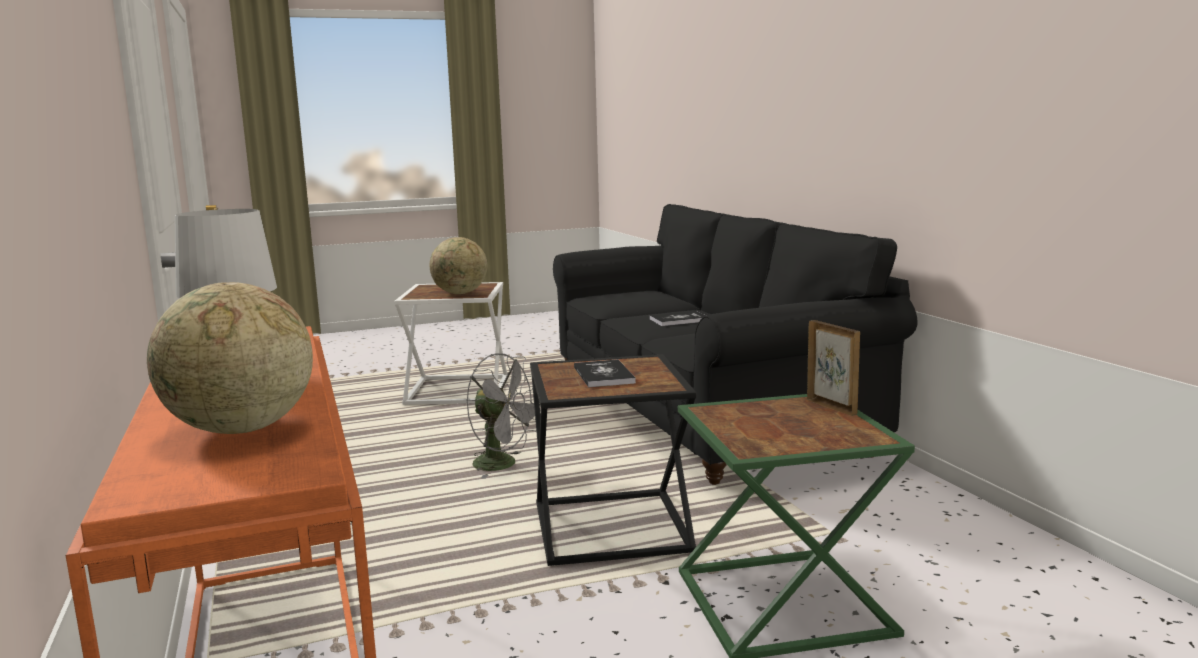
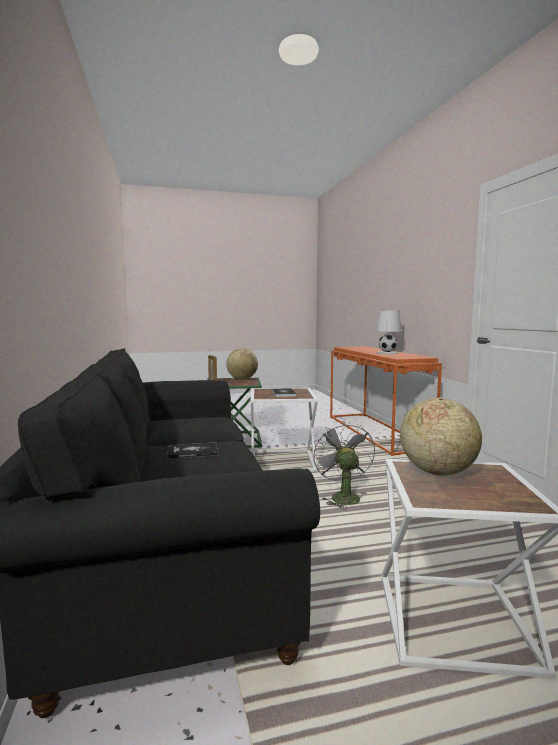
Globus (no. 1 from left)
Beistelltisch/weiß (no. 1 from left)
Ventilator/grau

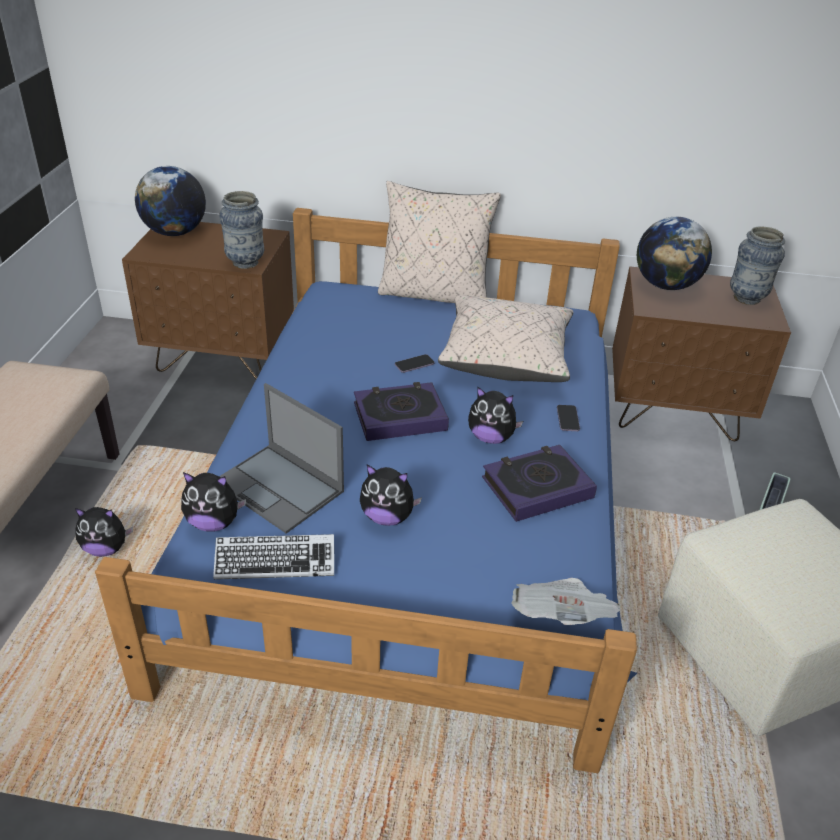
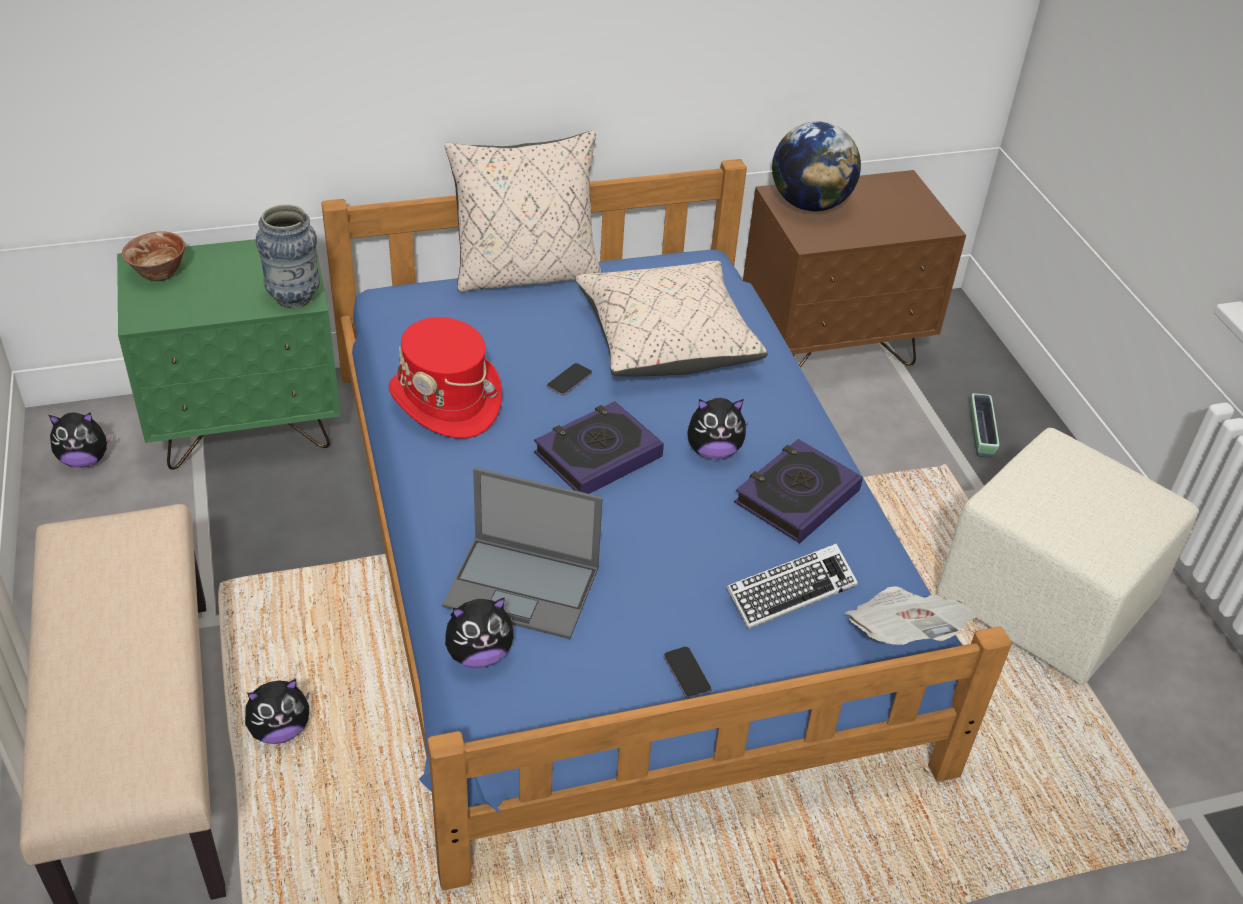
Plüschtier (no. 1 from left)
Nachttisch/grün
Schüssel
Hut/rot
Handy (no. 2 from left)
Tastatur
Vase (no. 2 from left in the first image)

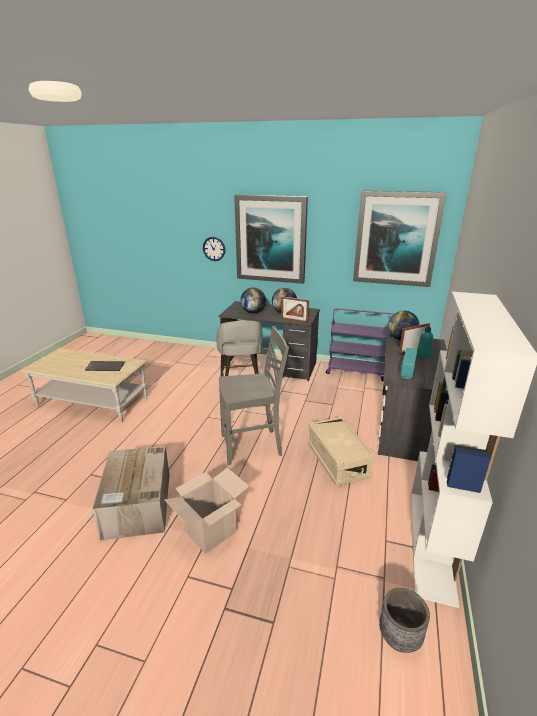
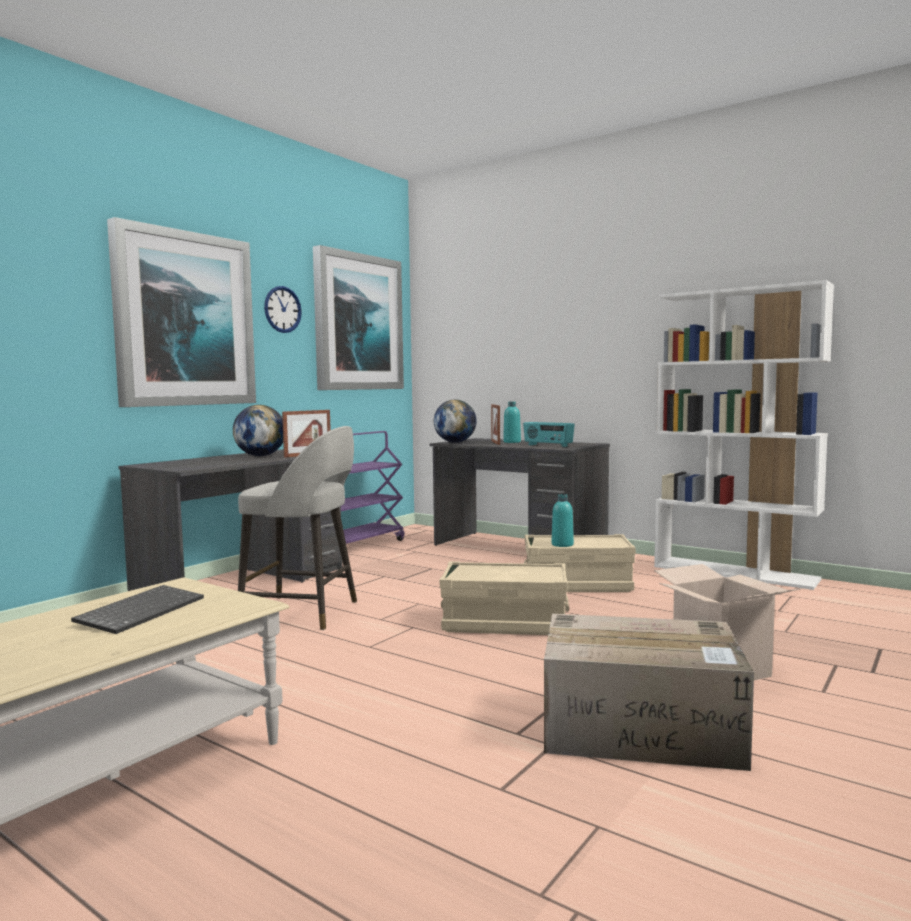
Wanduhr
Aufbewahrungsbox/beige (no. 1 from left)
Flasche/türkis (no. 2 from left)
Globus (no. 1 from left in the first image)
Pflanzkübel/grau

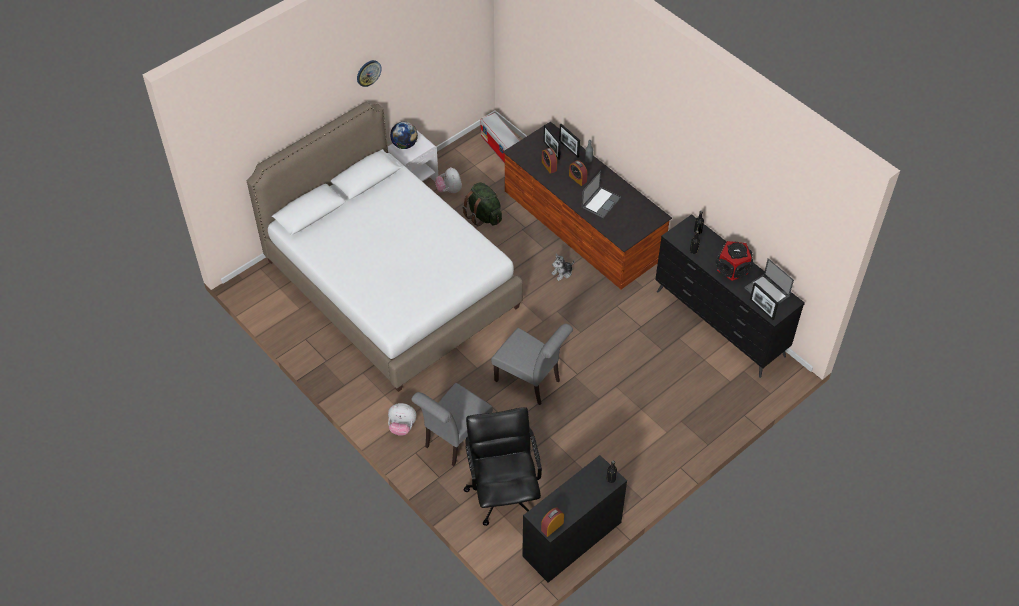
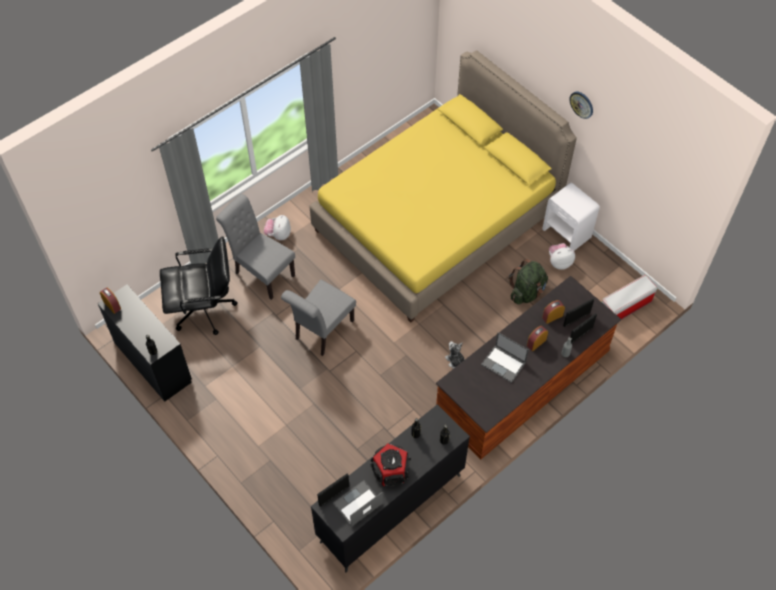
Bett/gelb
Globus

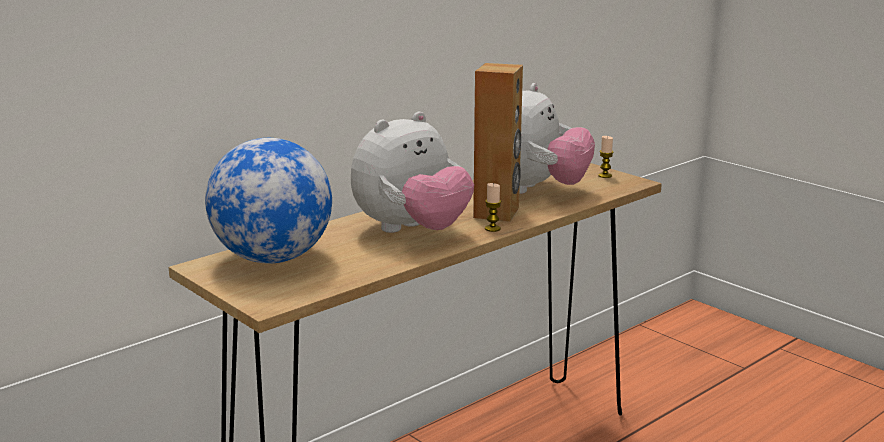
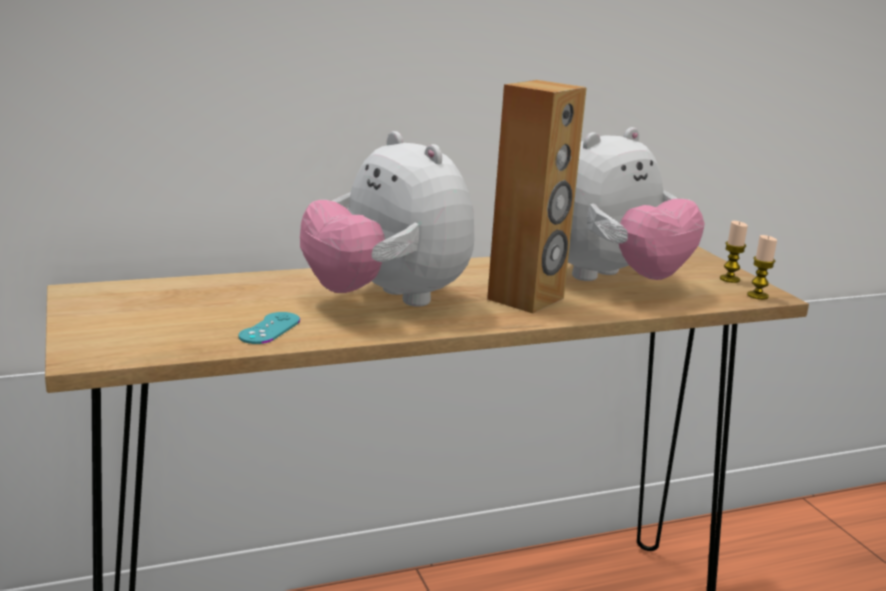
Gamepad/türkis
Plüschtier (no. 1 from left)
Kerze (no. 2 from left)
Globus

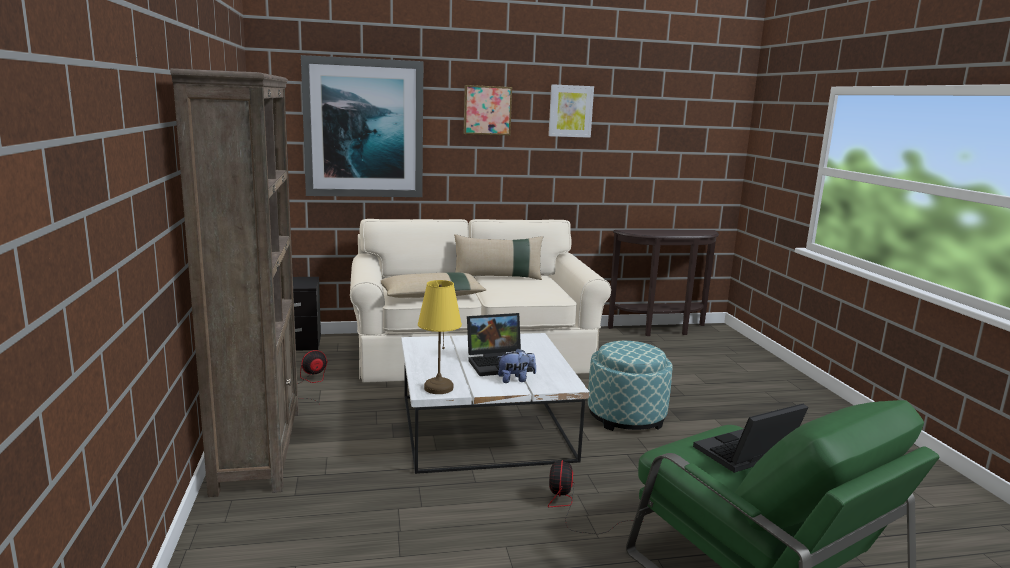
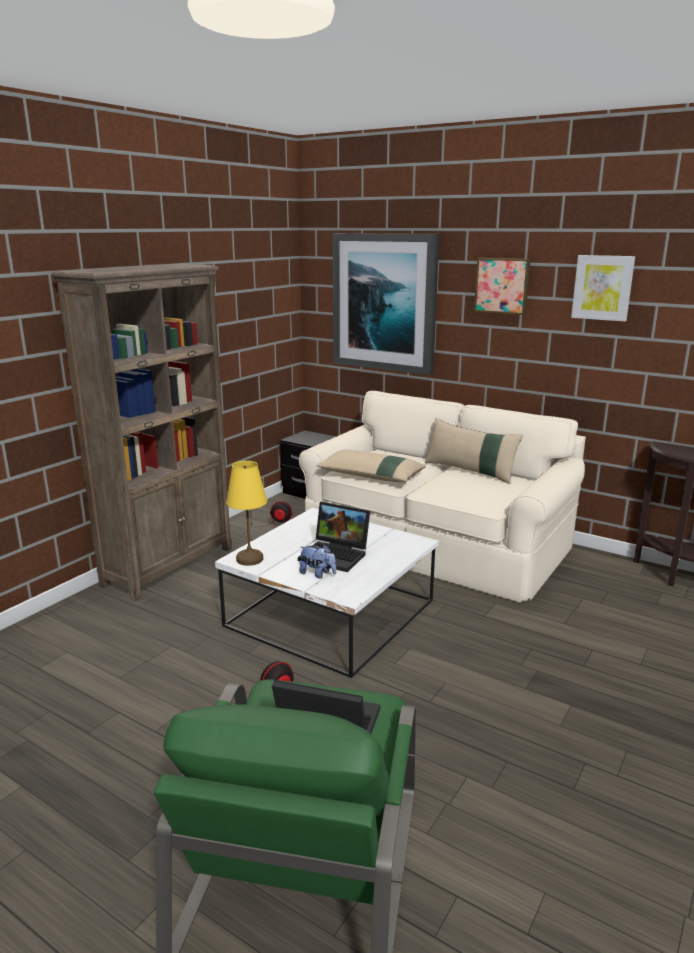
Polsterhocker

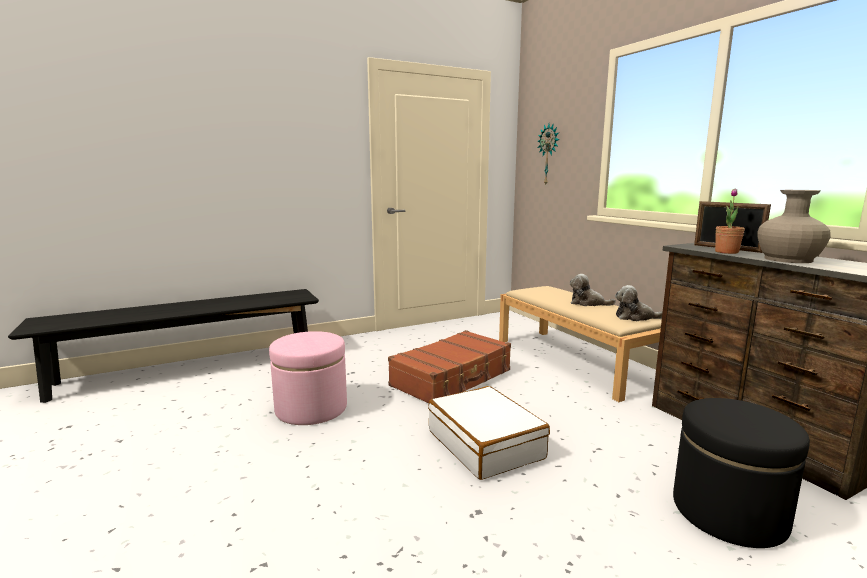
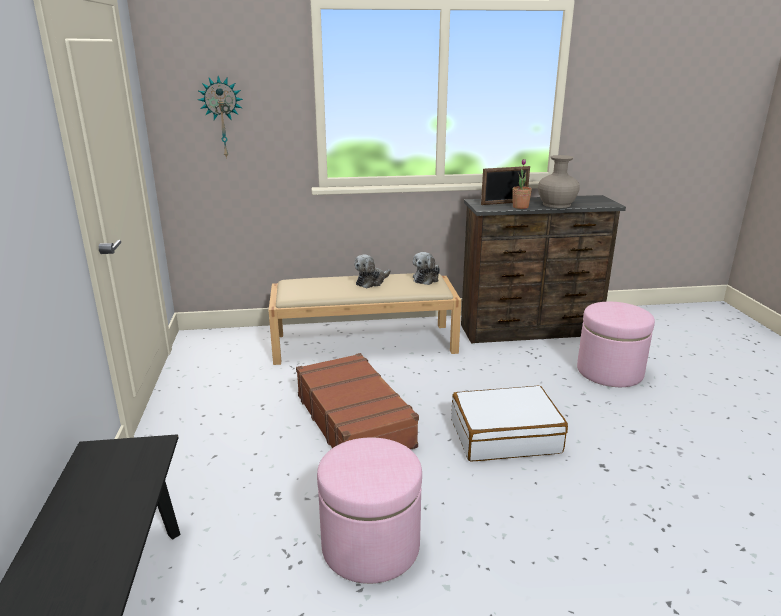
Polsterhocker/rosa (no. 2 from left)

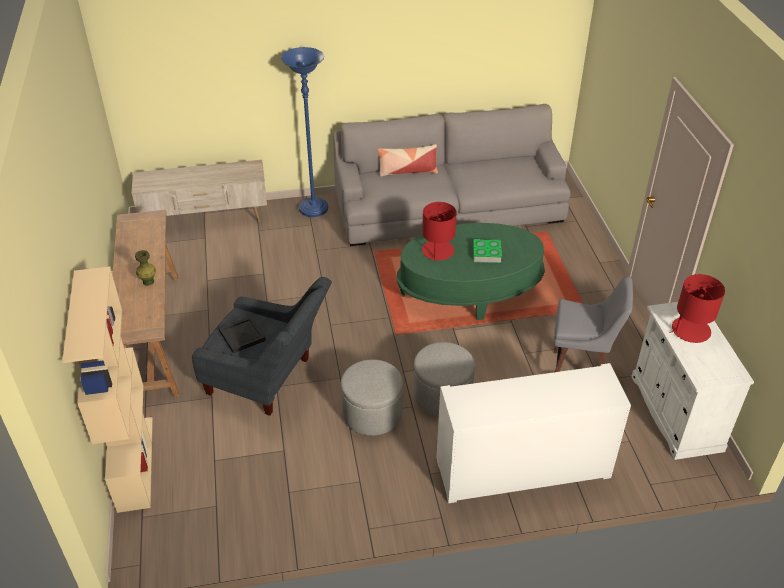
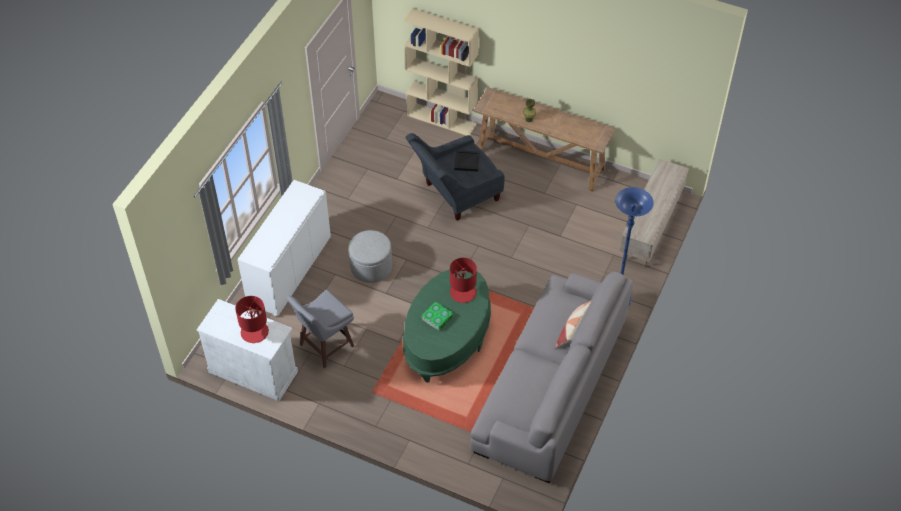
Polsterhocker/grau (no. 1 from left in the first image)

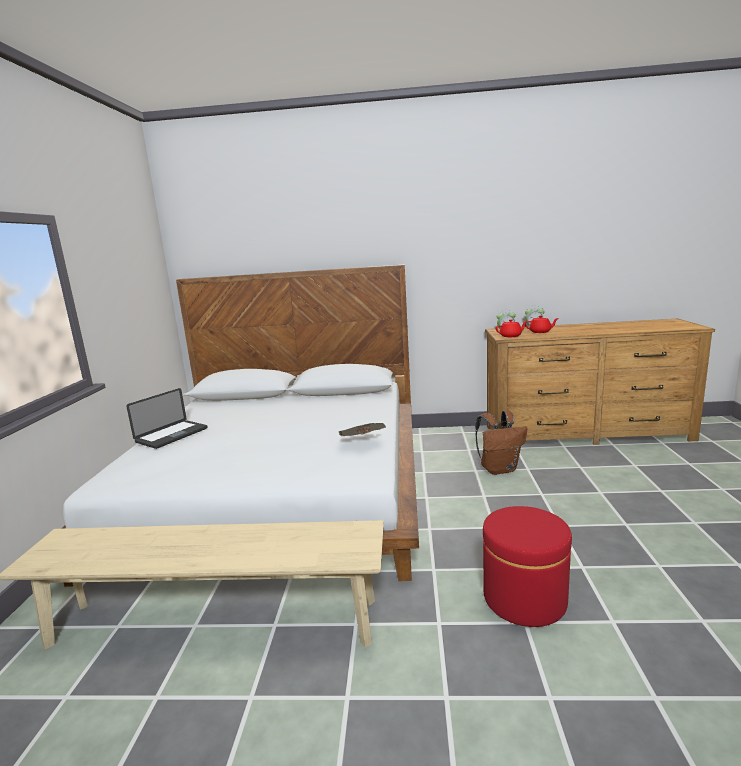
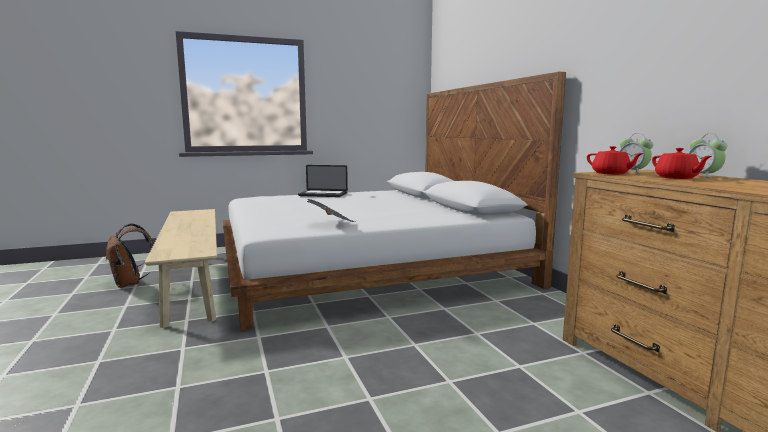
Rucksack/braun
Polsterhocker/rot

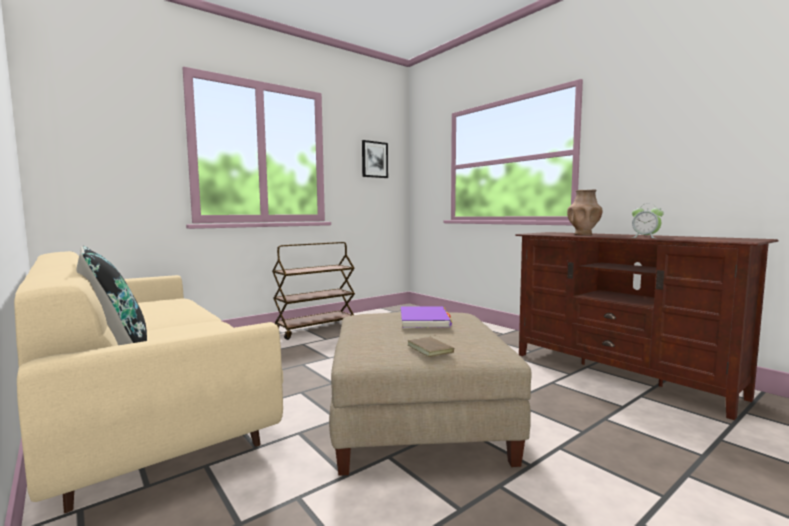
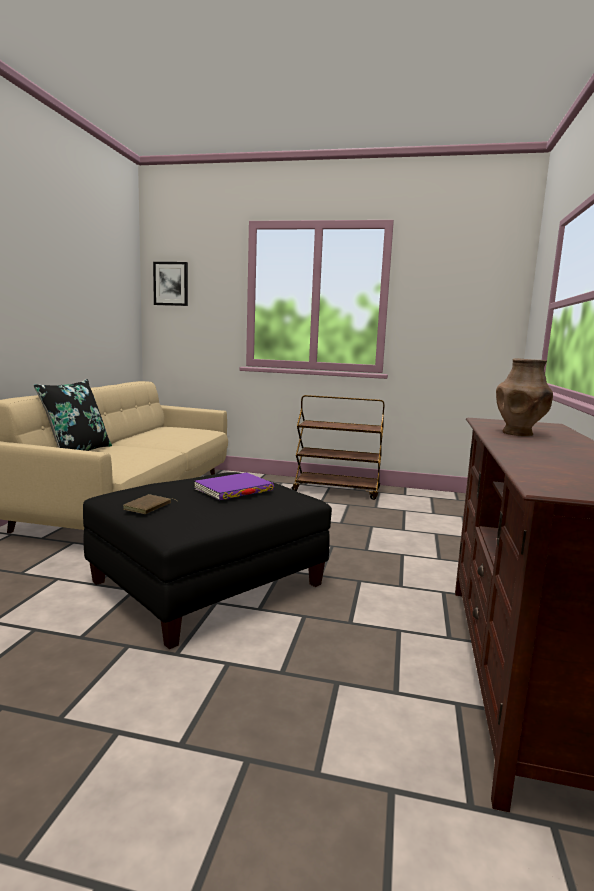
Polsterhocker/schwarz
Bild
Wecker

